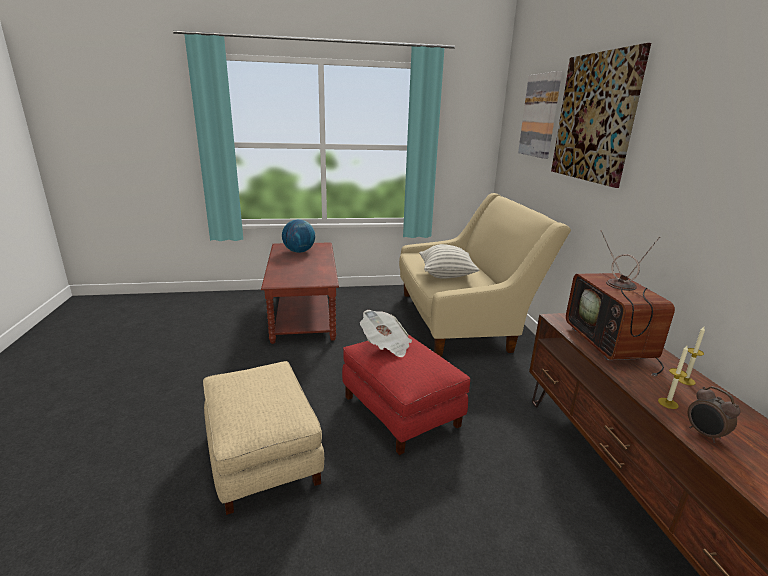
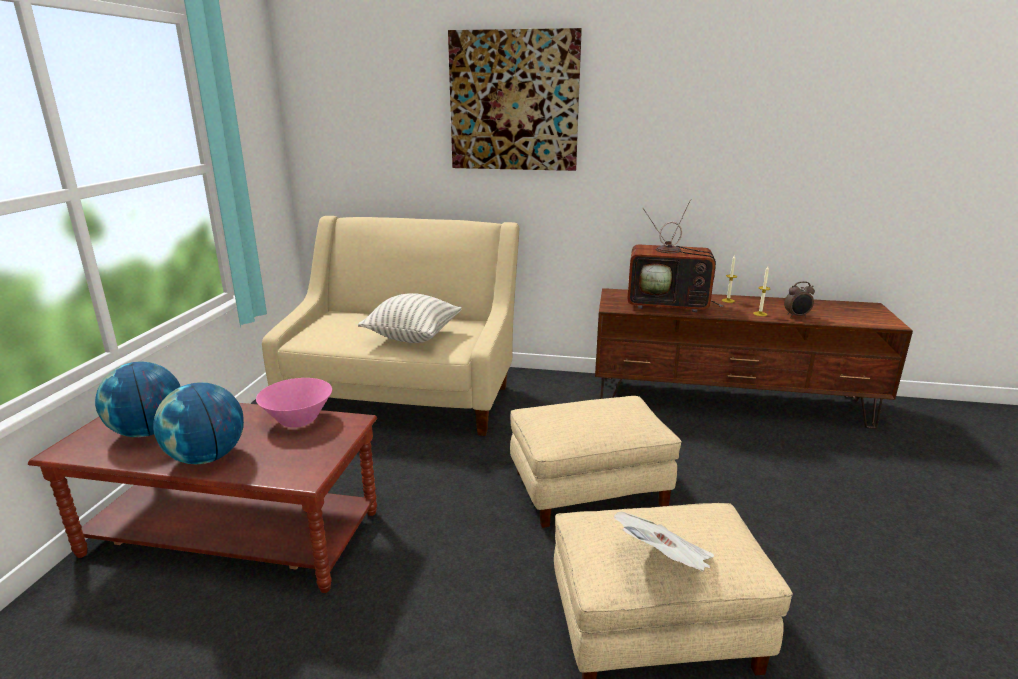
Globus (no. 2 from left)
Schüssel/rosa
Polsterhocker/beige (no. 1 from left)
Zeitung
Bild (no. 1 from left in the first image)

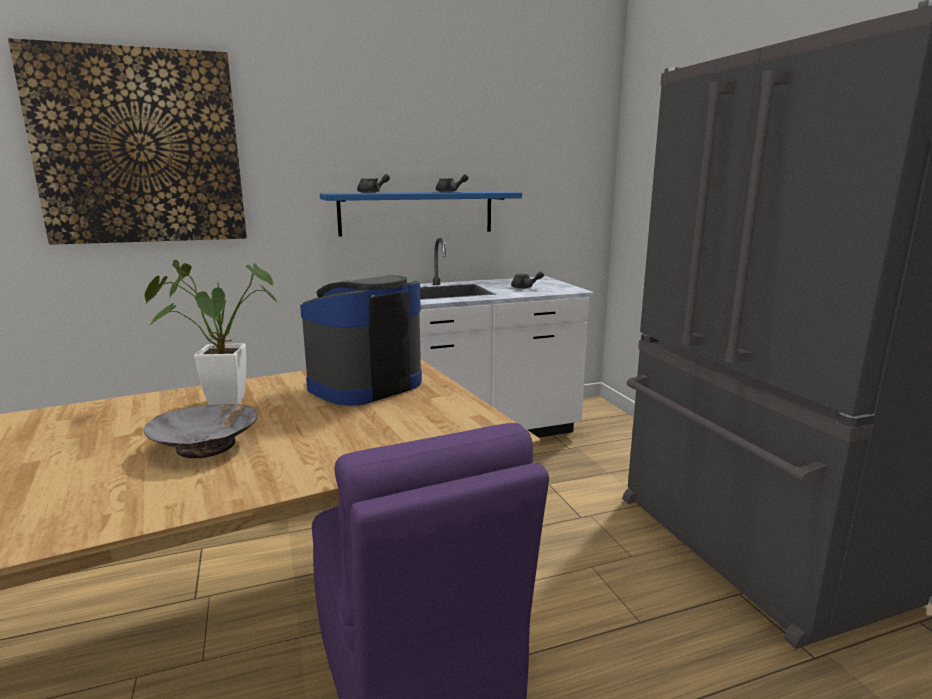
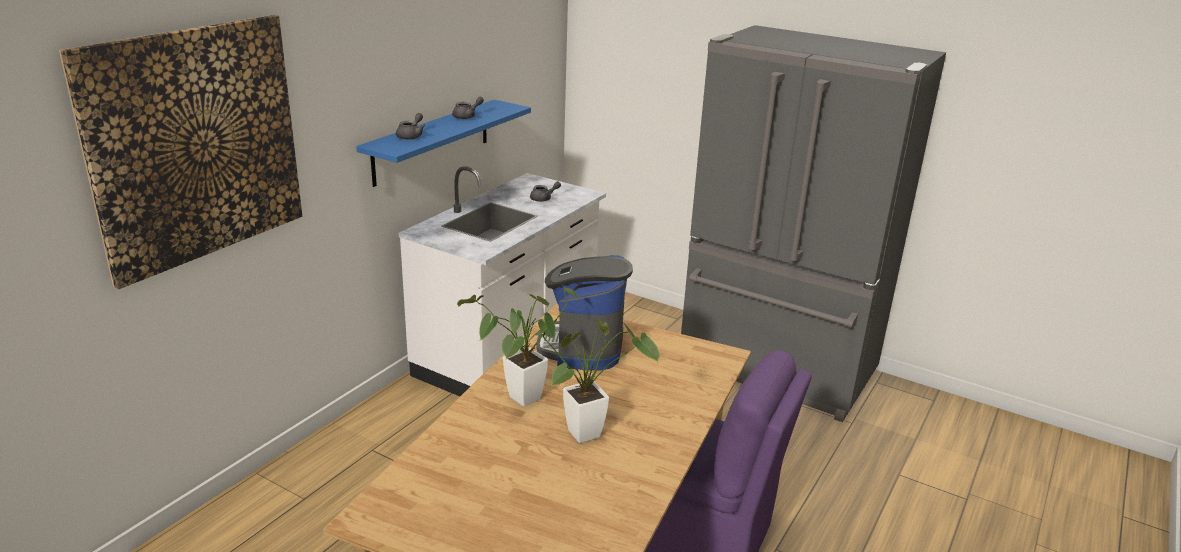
Topfpflanze (no. 2 from left)

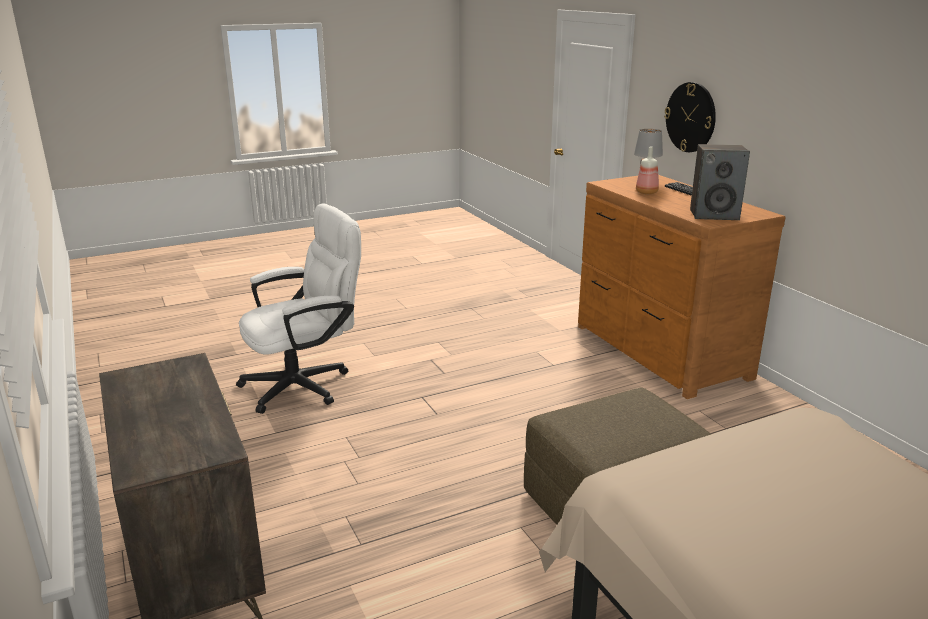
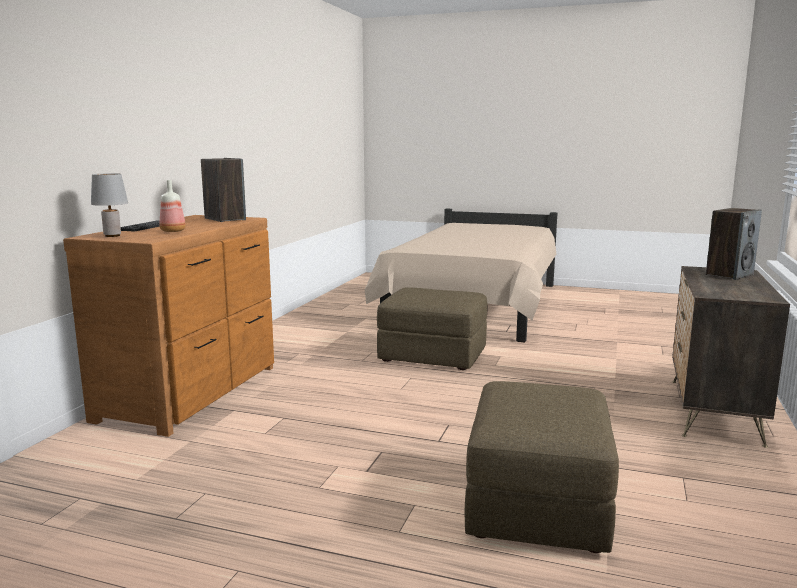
Polsterhocker/braun (no. 2 from left)
Lautsprecher (no. 2 from left)
Wanduhr

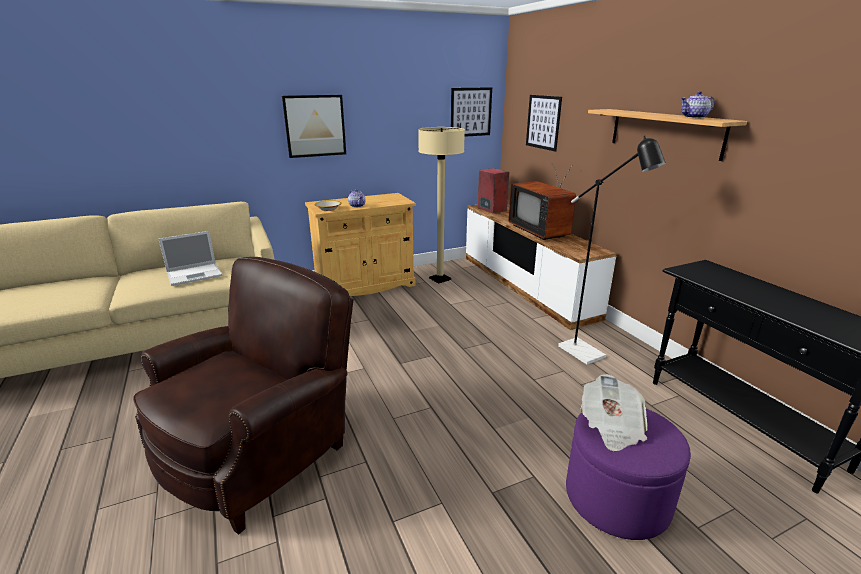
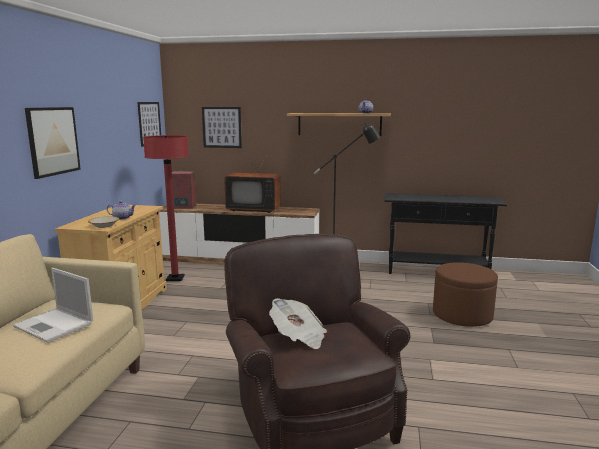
Laptop
Stehlampe/rot
Zeitung
Polsterhocker/braun

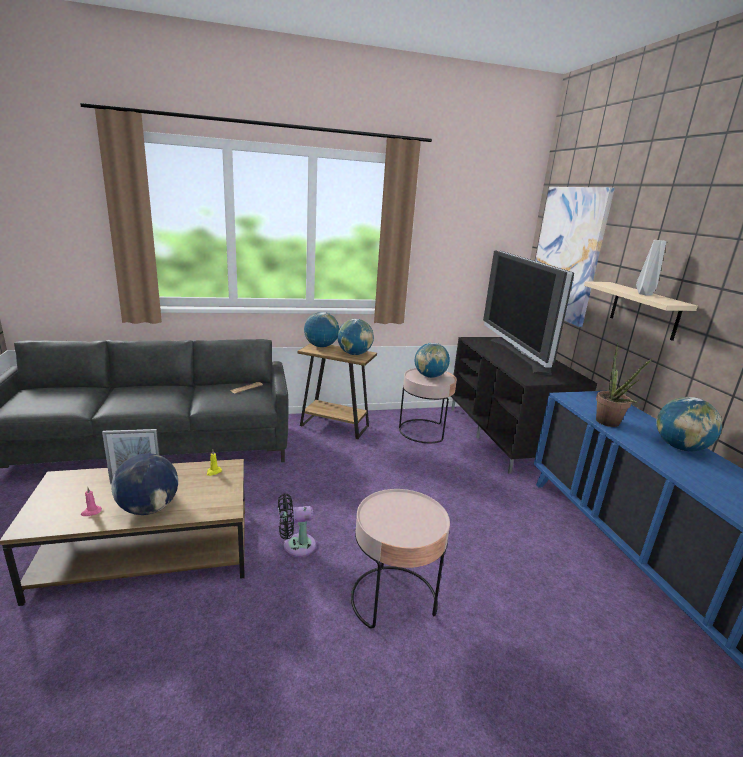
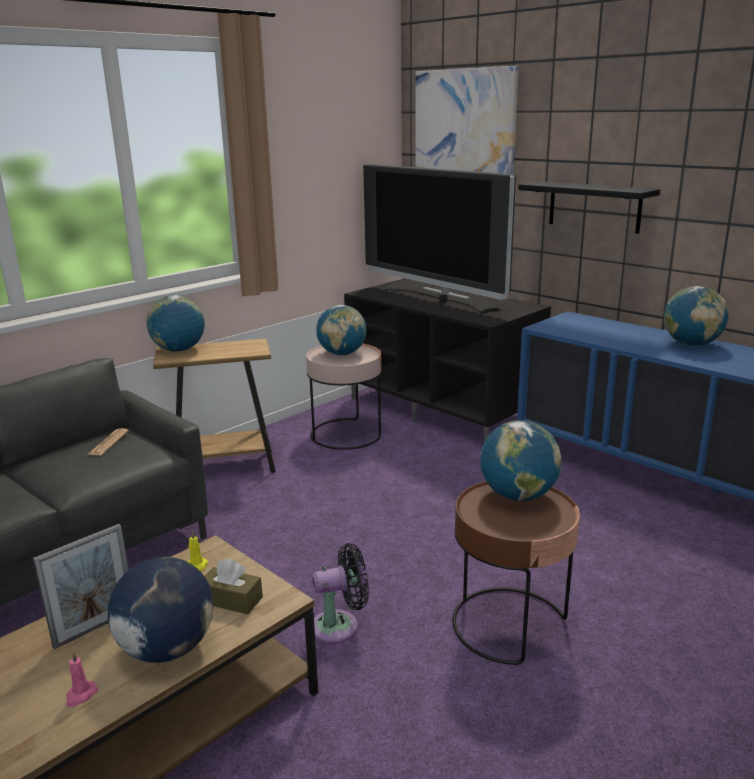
Taschentuchbox/braun
Ventilator/schwarz
Beistelltisch/braun (no. 2 from left)
Globus (no. 4 from left)
Wandregal/schwarz
Topfpflanze
Vase/grau

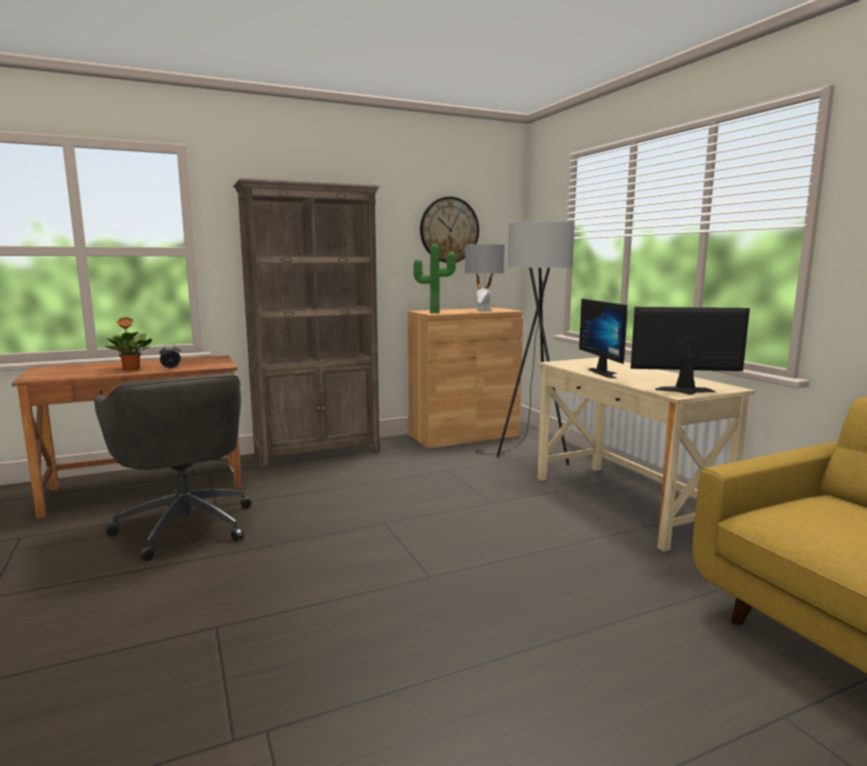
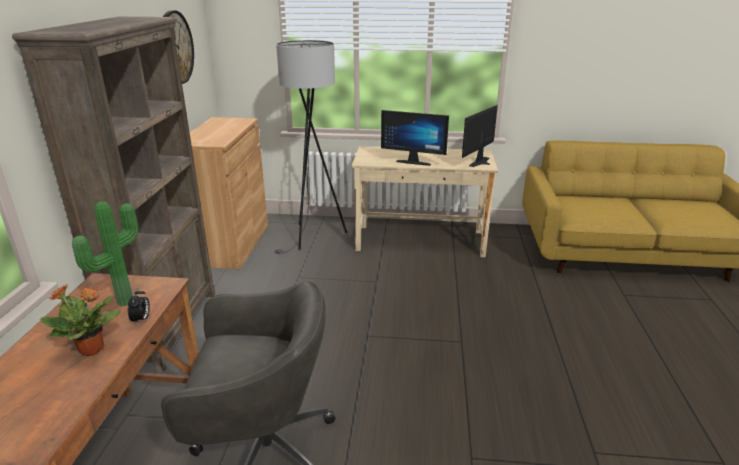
Topfpflanze (no. 2 from left)
Tischlampe/grau

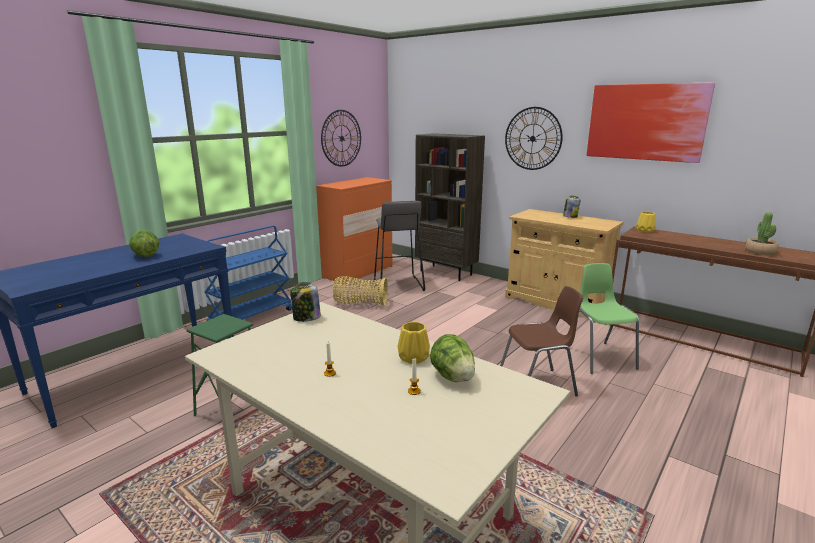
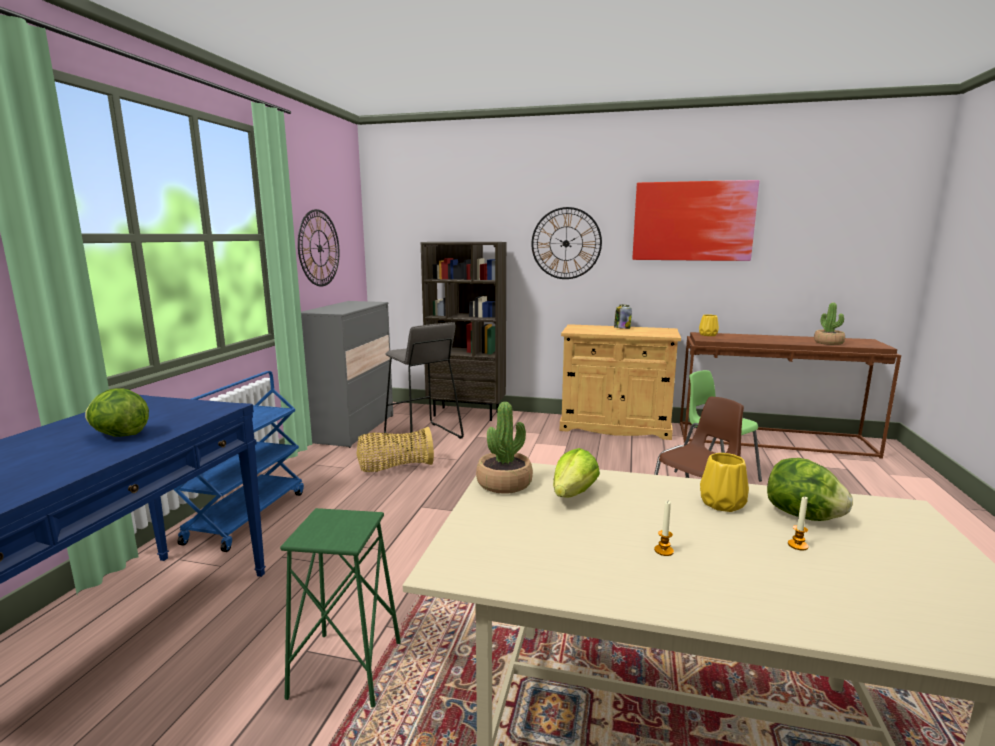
Kommode/grau
Topfpflanze (no. 1 from left)
Salatkopf (no. 2 from left)

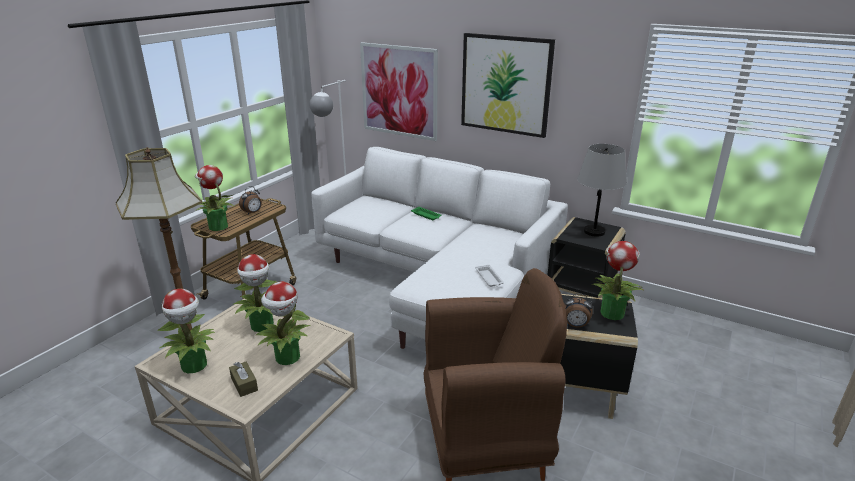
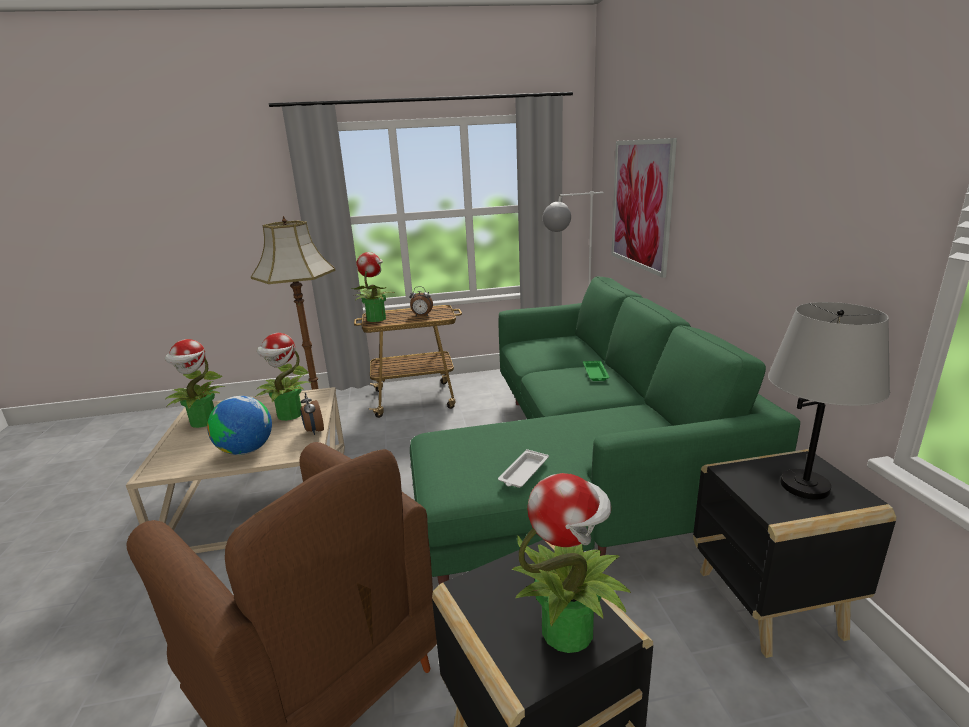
Globus
Wecker (no. 1 from left)
Sofa/grün
Taschentuchbox/braun
Bild (no. 2 from left in the first image)

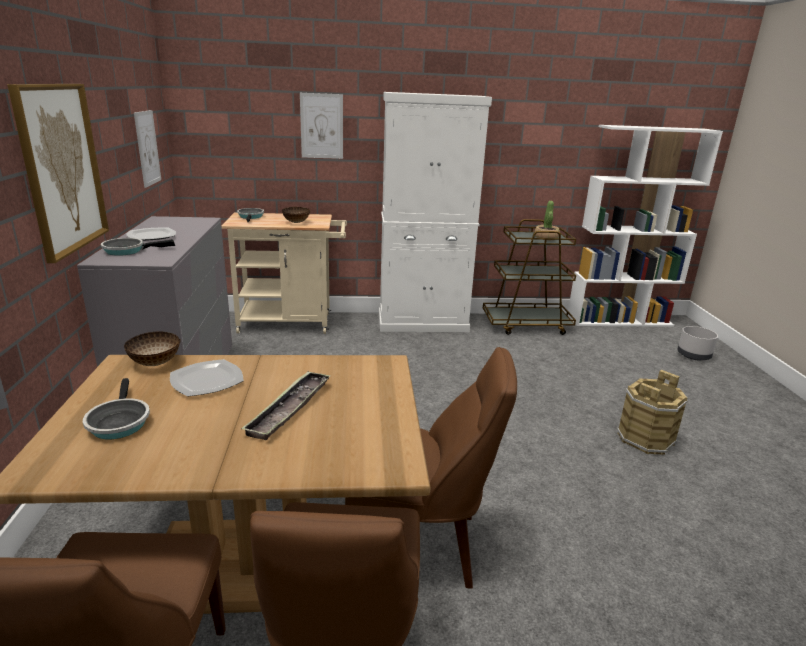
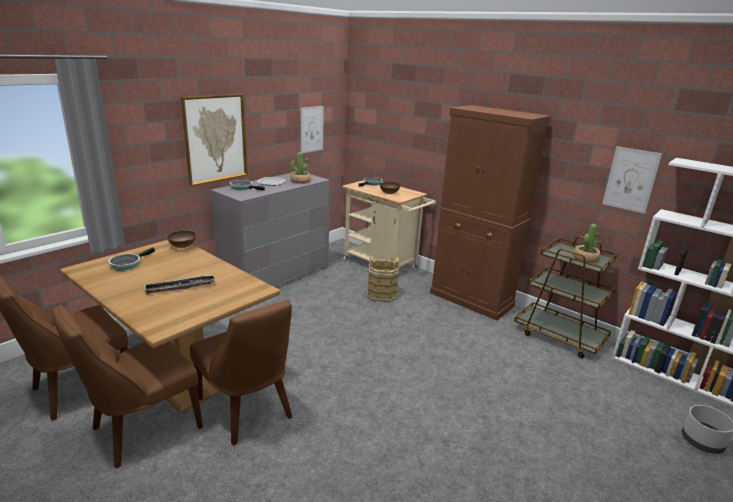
Topfpflanze (no. 1 from left)
Eimer/braun
Schrank/braun
Bild (no. 3 from left)
Teller (no. 2 from left in the first image)

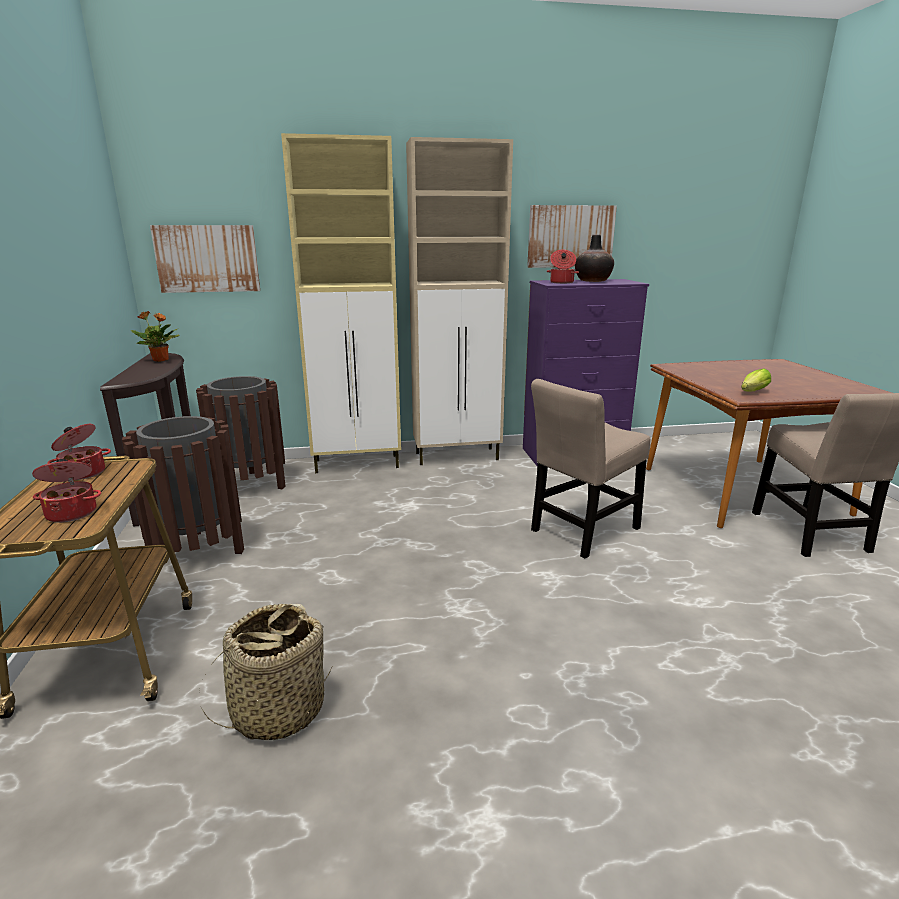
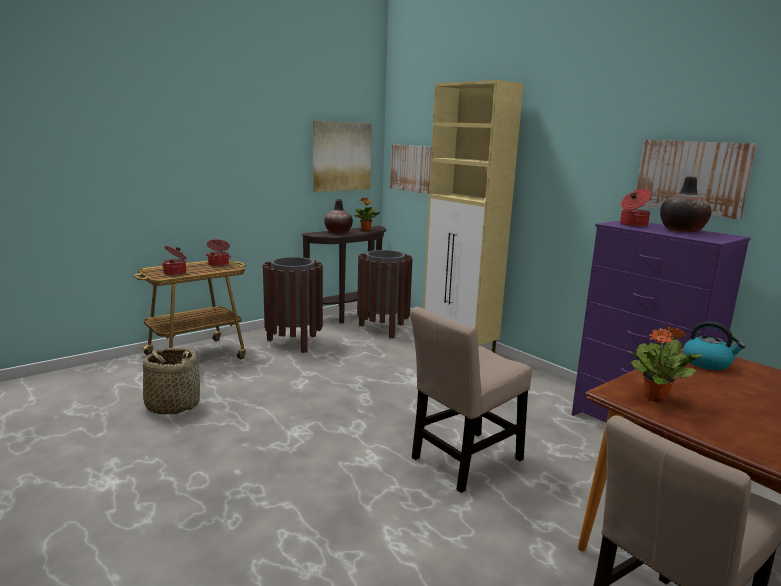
Bild (no. 1 from left)
Vase (no. 1 from left)
Stuhl/beige (no. 1 from left)
Topfpflanze (no. 2 from left)
Wasserkessel
Schrank/beige (no. 2 from left in the first image)

